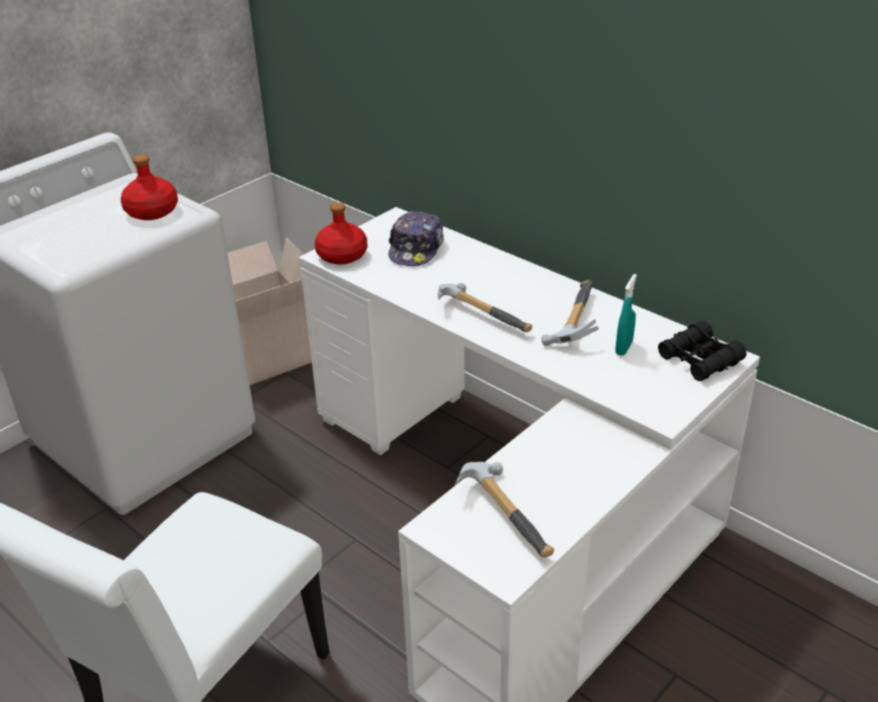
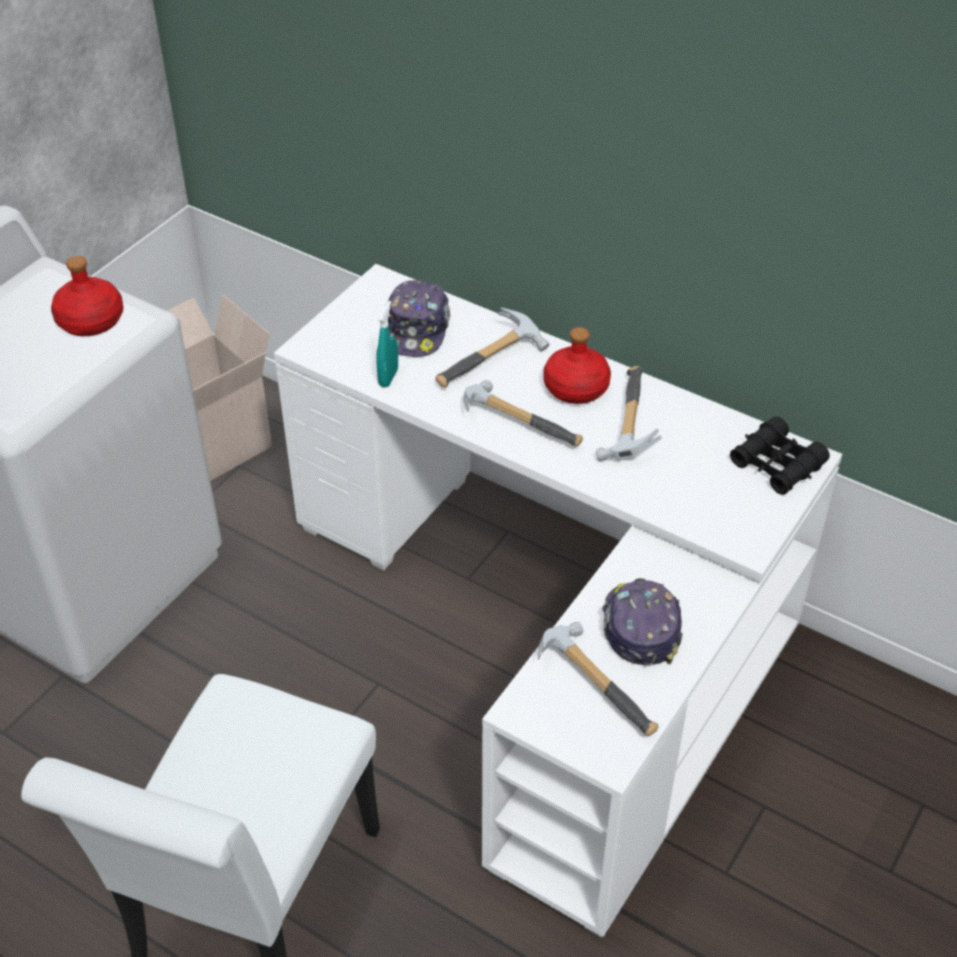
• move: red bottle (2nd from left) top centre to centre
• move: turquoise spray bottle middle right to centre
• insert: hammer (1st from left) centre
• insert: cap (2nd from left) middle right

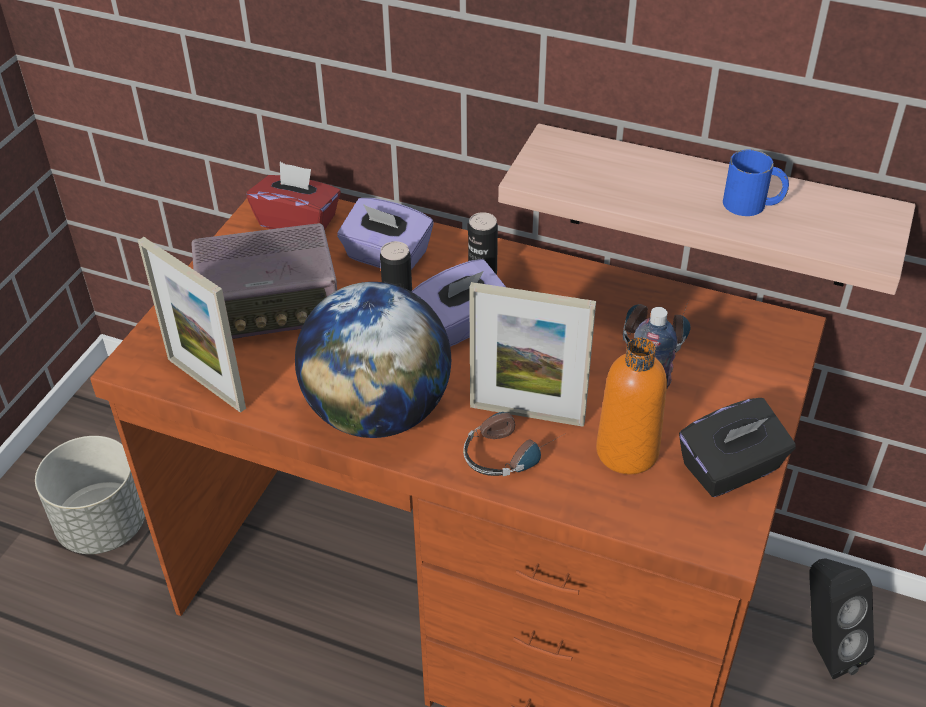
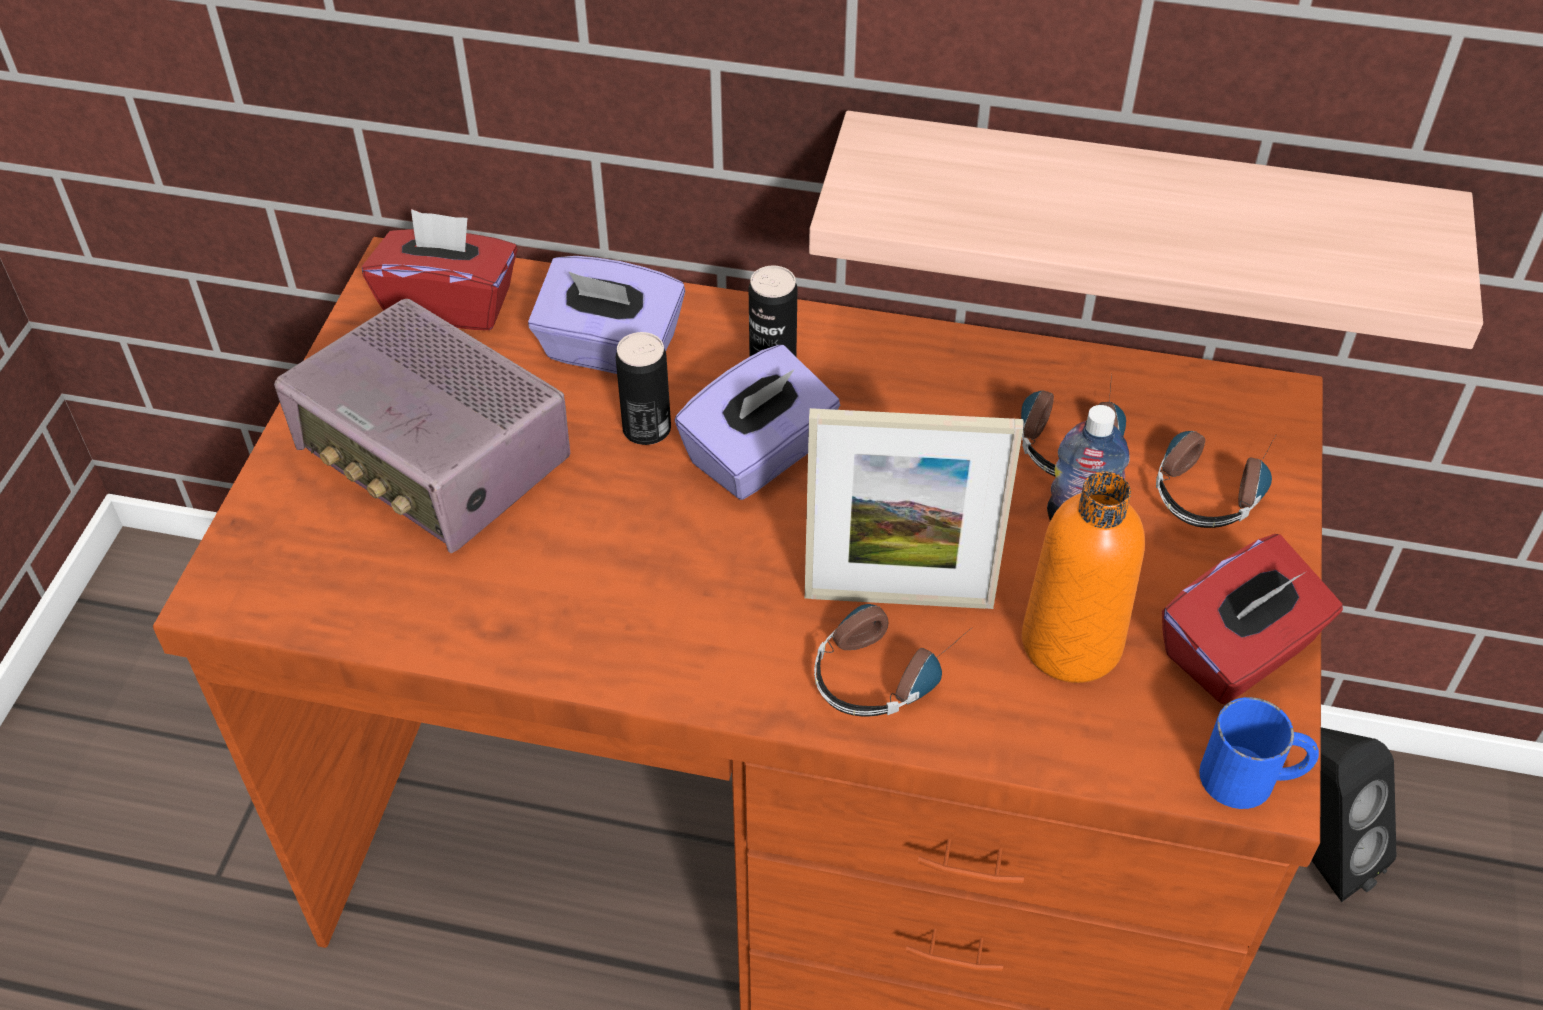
• move: blue mug top right to bottom right
• rotate: radio middle left = middle left 60 degrees clockwise
• delete: picture frame (1st from left) middle left
• delete: globe centre
• recolor: black tissue box middle right to red tissue box (2nd from left) middle right
• delete: grey planter bottom left
• insert: headphones (3rd from left) middle right

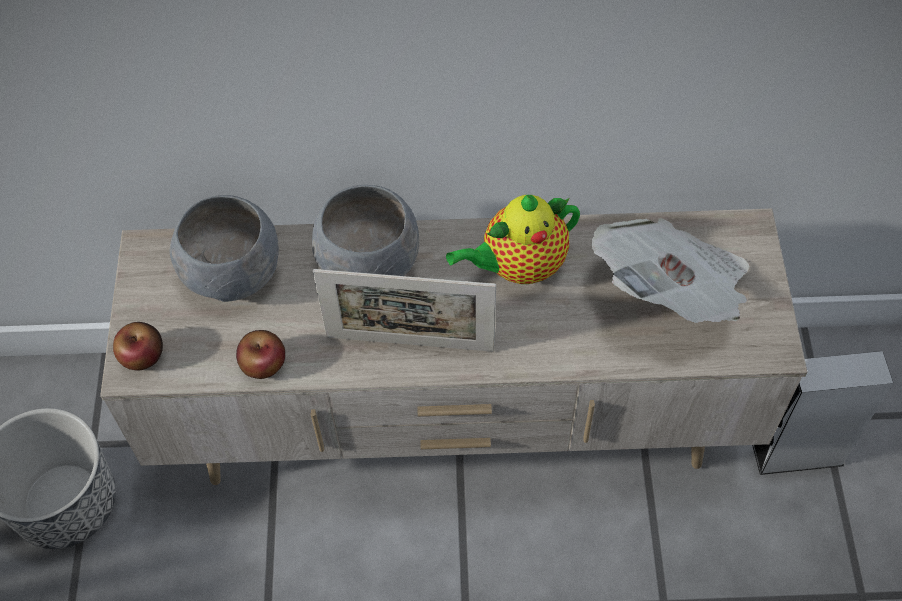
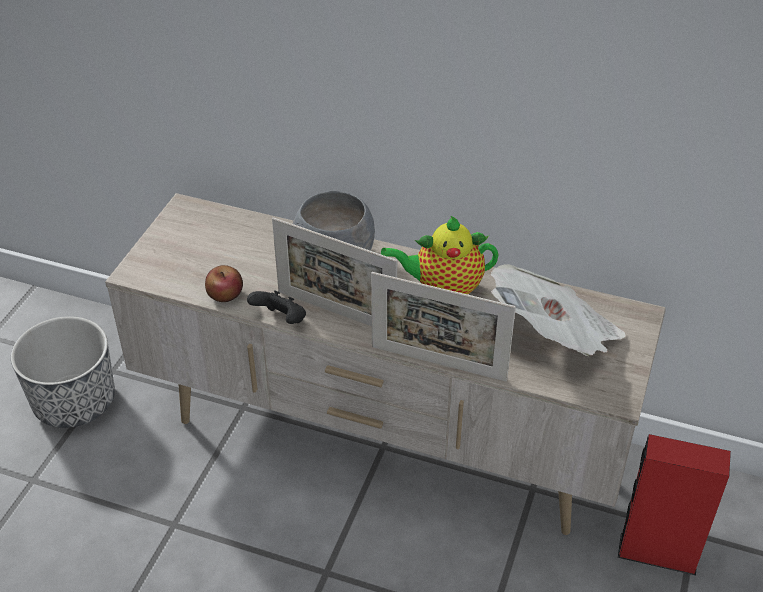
• delete: grey bowl (1st from left) middle left
• delete: apple (1st from left) middle left
• recolor: grey speaker bottom right to red speaker bottom right
• insert: picture frame (2nd from left) centre
• insert: black game controller centre

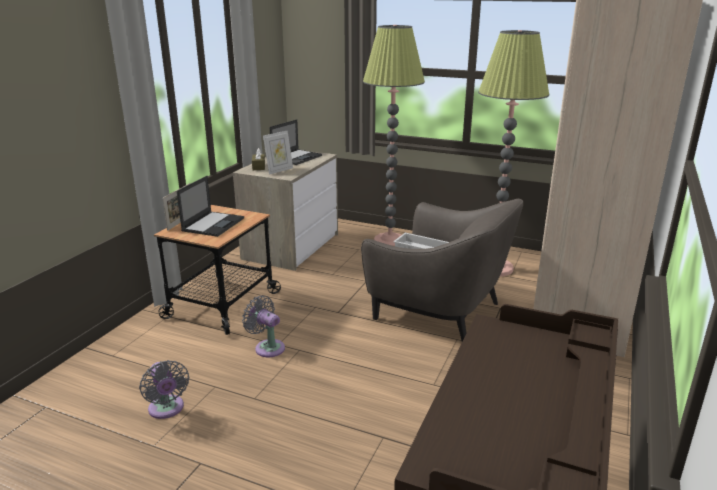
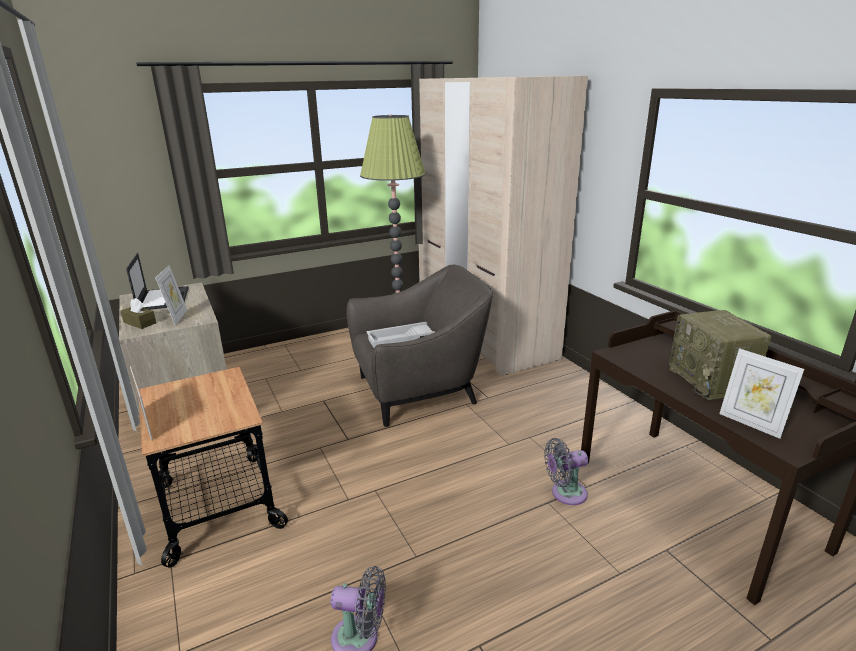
• delete: floor lamp (1st from left) top centre
• delete: laptop (1st from left) middle left
• move: grey fan (2nd from left) centre to bottom centre
• insert: radio middle right
• insert: picture frame (3rd from left) middle right

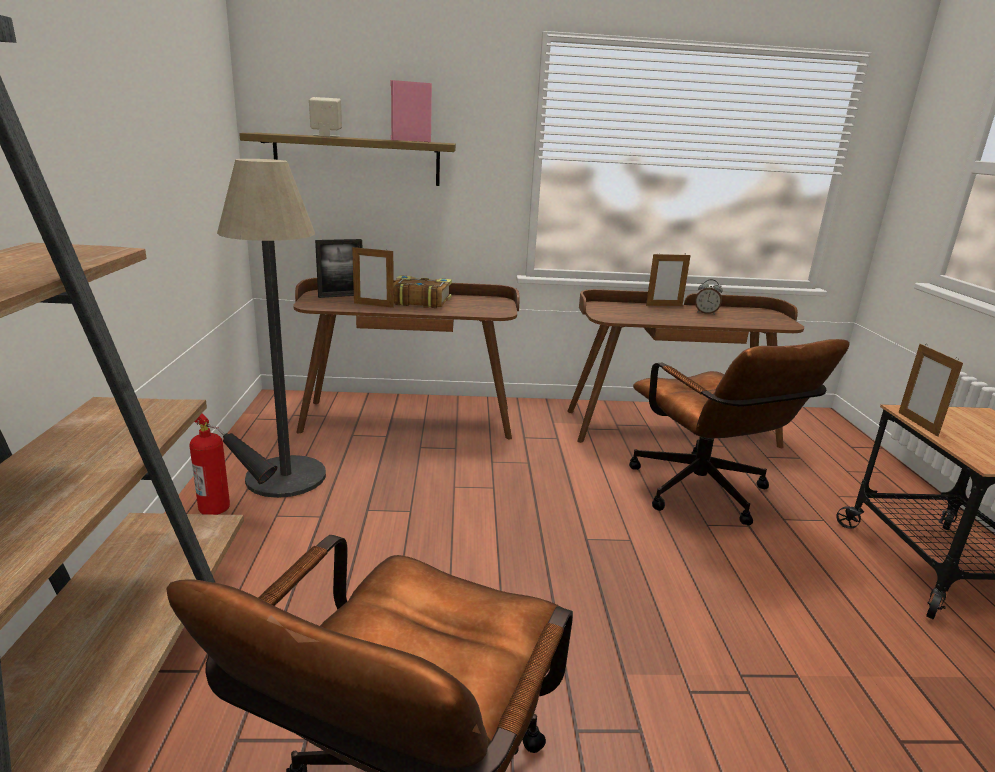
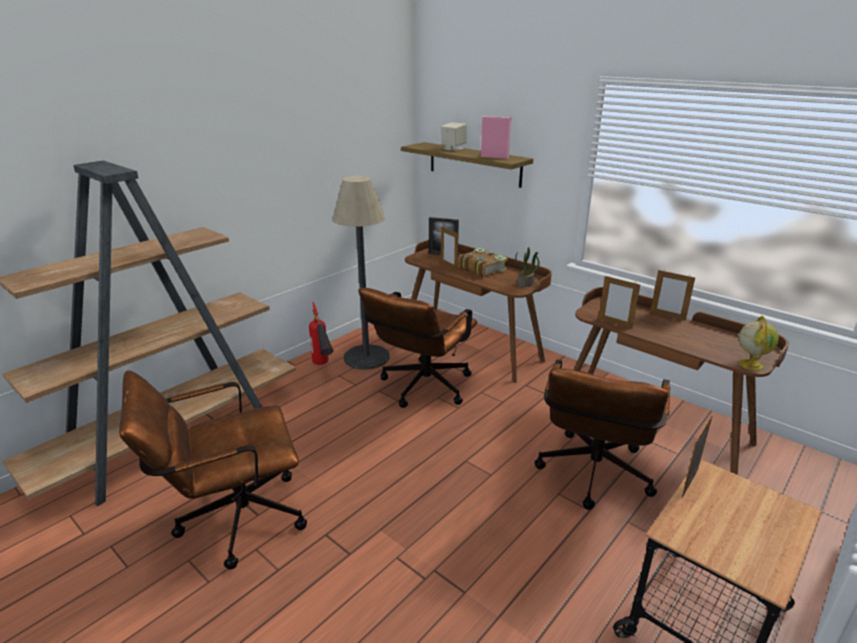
• delete: alarm clock middle right
• insert: potted plant centre
• insert: picture frame (3rd from left) middle right
• insert: brown office chair (2nd from left) centre
• insert: globe middle right

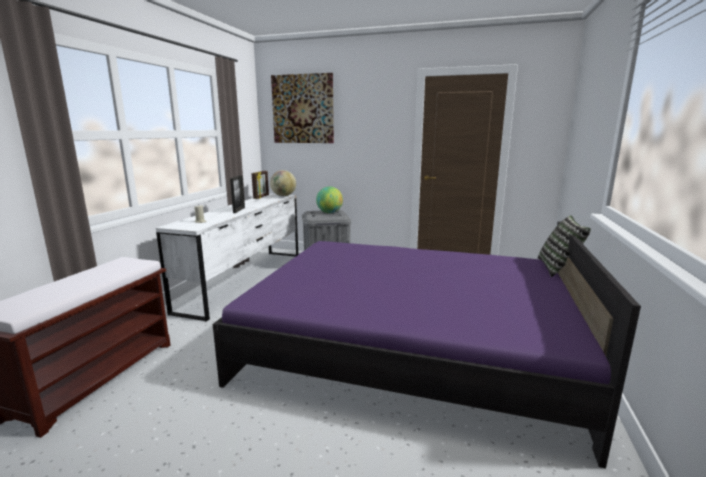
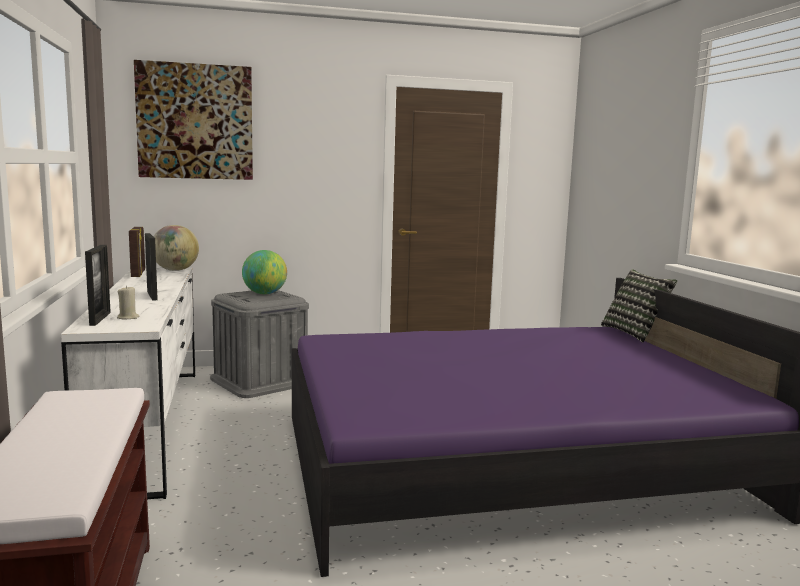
• insert: picture frame (1st from left) middle left

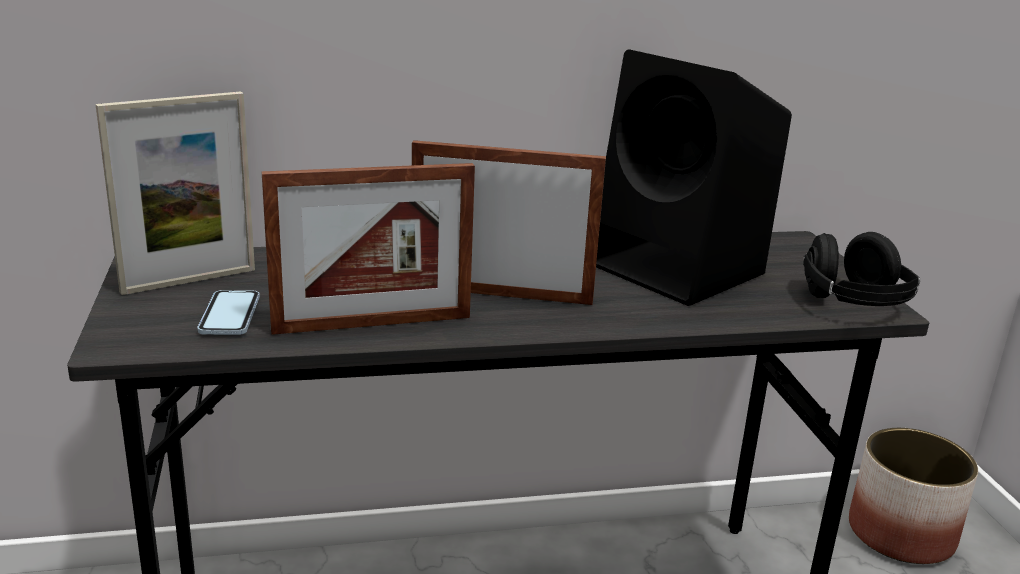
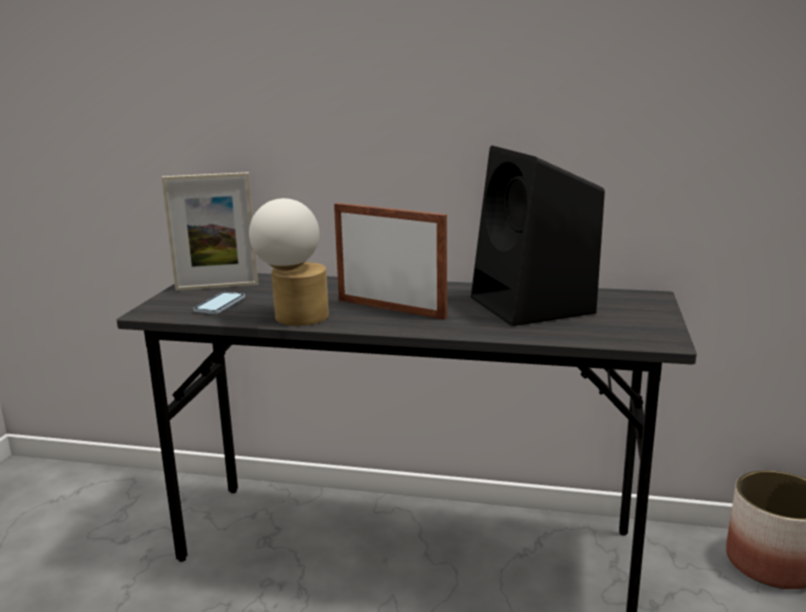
• replace: picture frame (2nd from left) centre to table lamp centre
• delete: black headphones middle right

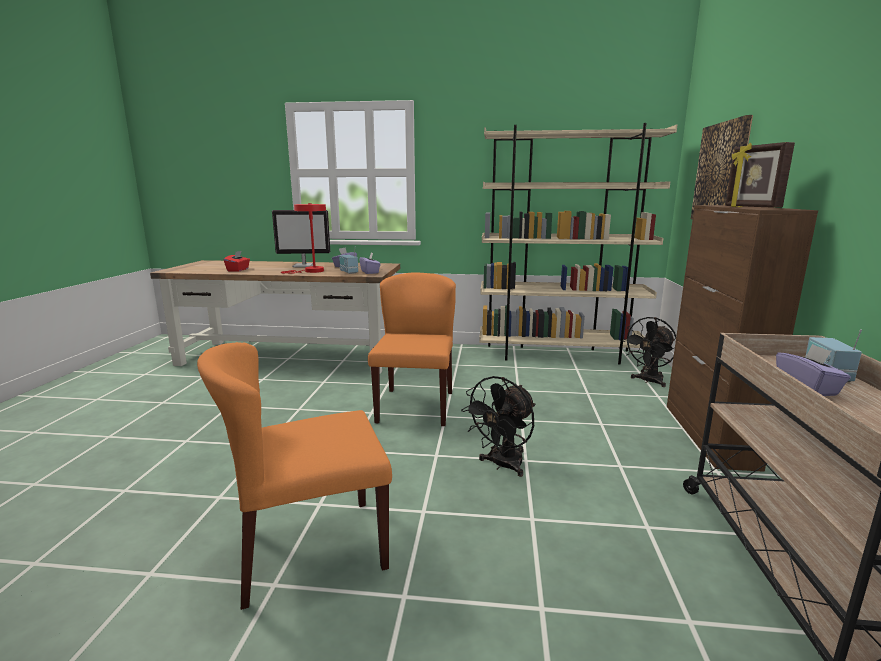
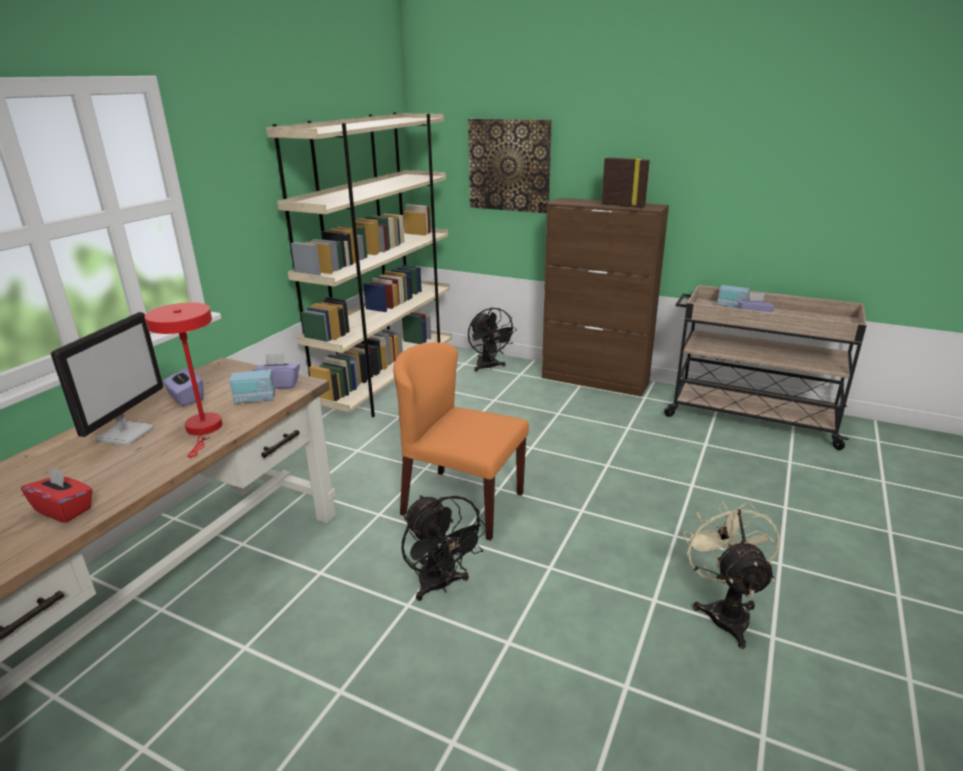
• rotate: picture frame top right = top centre 150 degrees counterclockwise
• replace: orange chair (1st from left) bottom centre to beige fan bottom right
• move: black fan (1st from left) centre to bottom centre

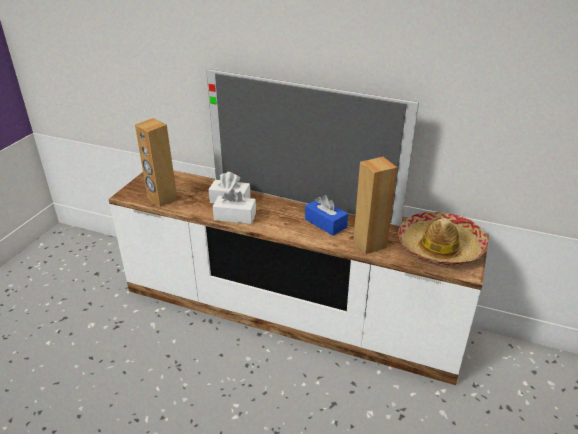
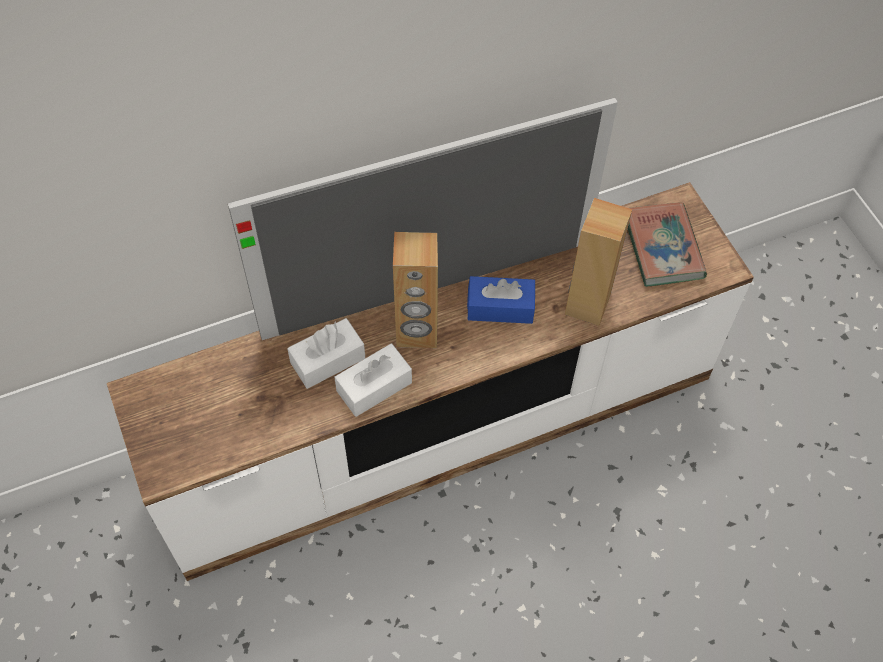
• move: brown speaker (1st from left) middle left to centre
• replace: hat middle right to book middle right

